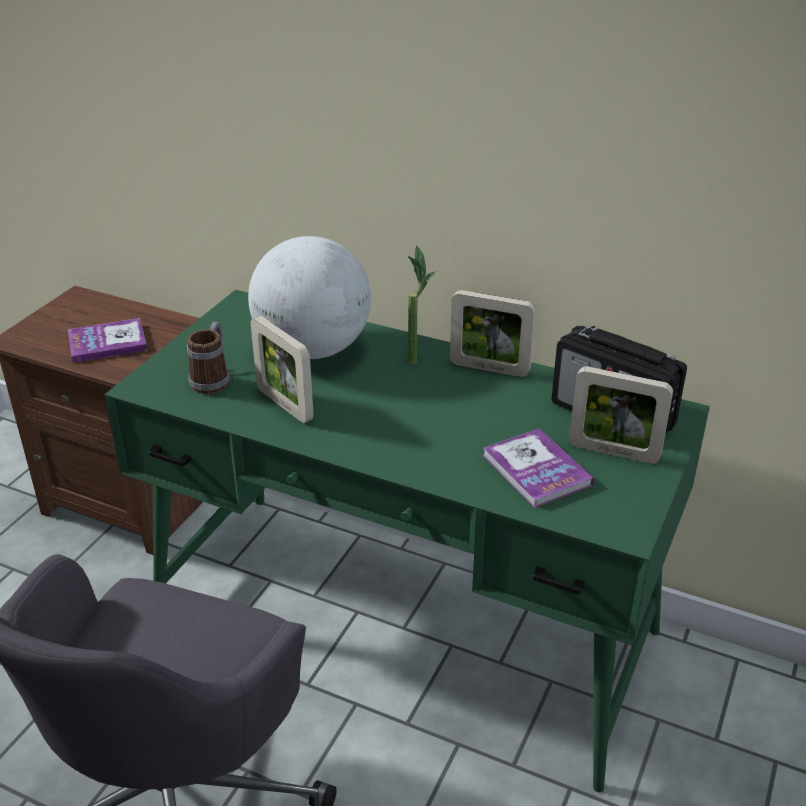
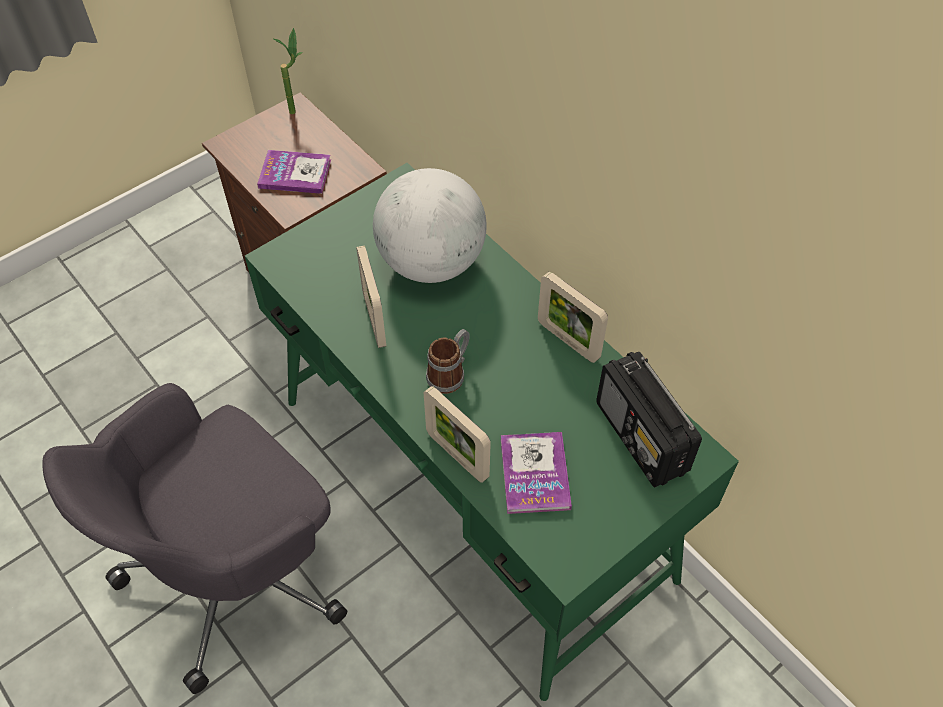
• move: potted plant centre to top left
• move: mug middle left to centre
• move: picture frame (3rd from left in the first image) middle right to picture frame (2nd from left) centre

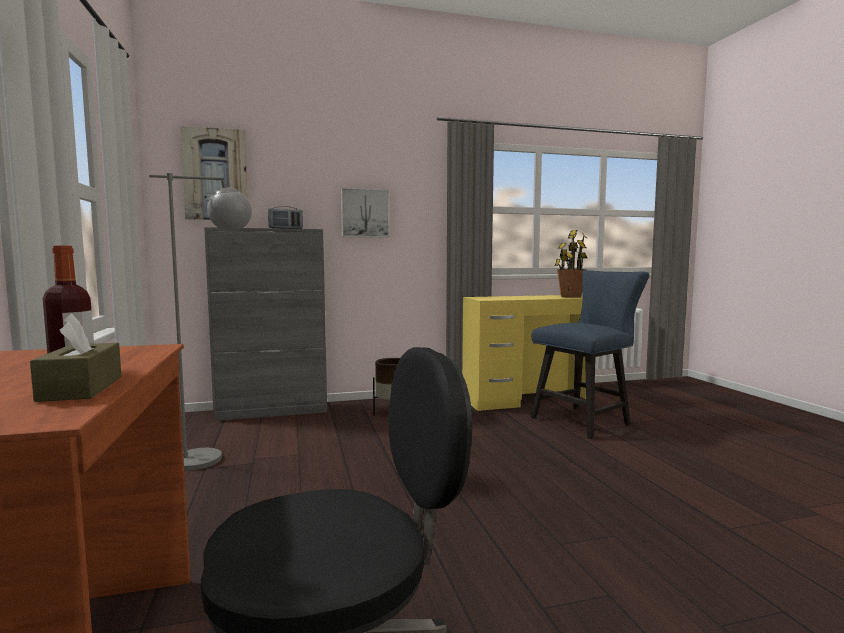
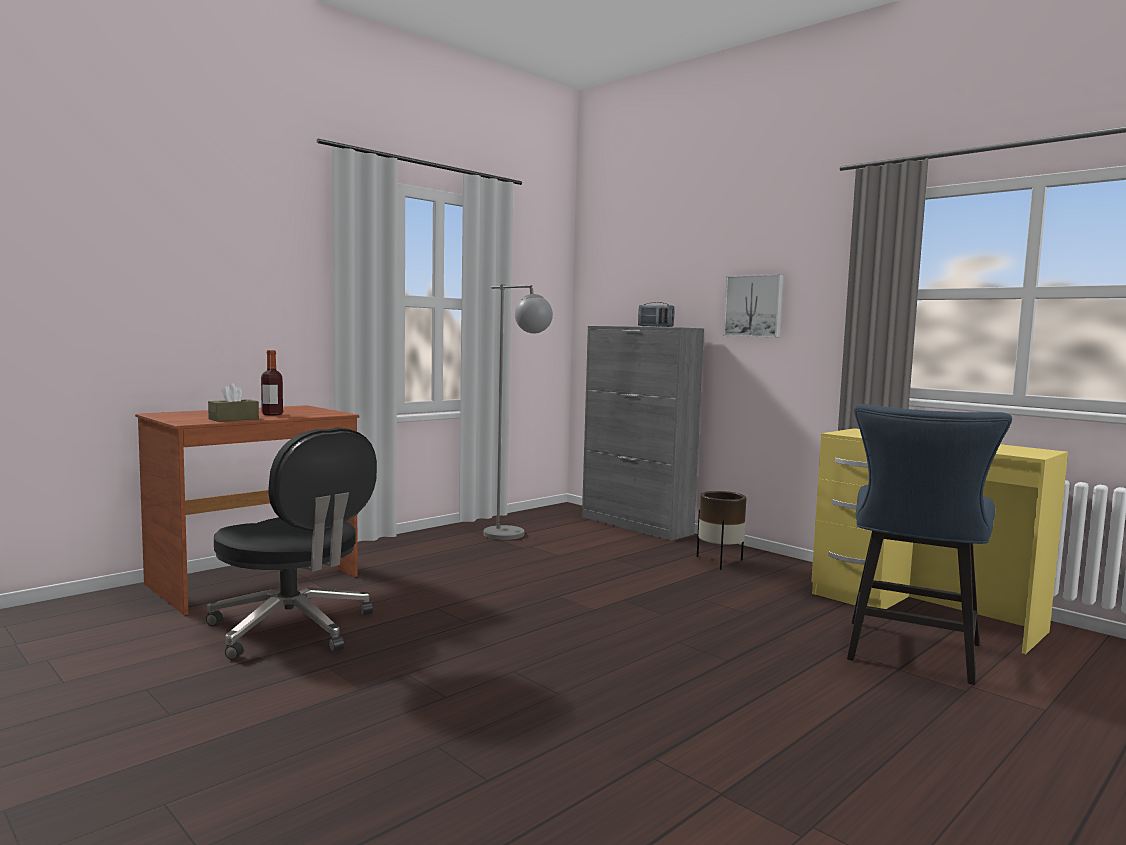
• delete: picture (1st from left) top left
• delete: potted plant middle right
• rotate: blue chair middle right = middle right 90 degrees clockwise

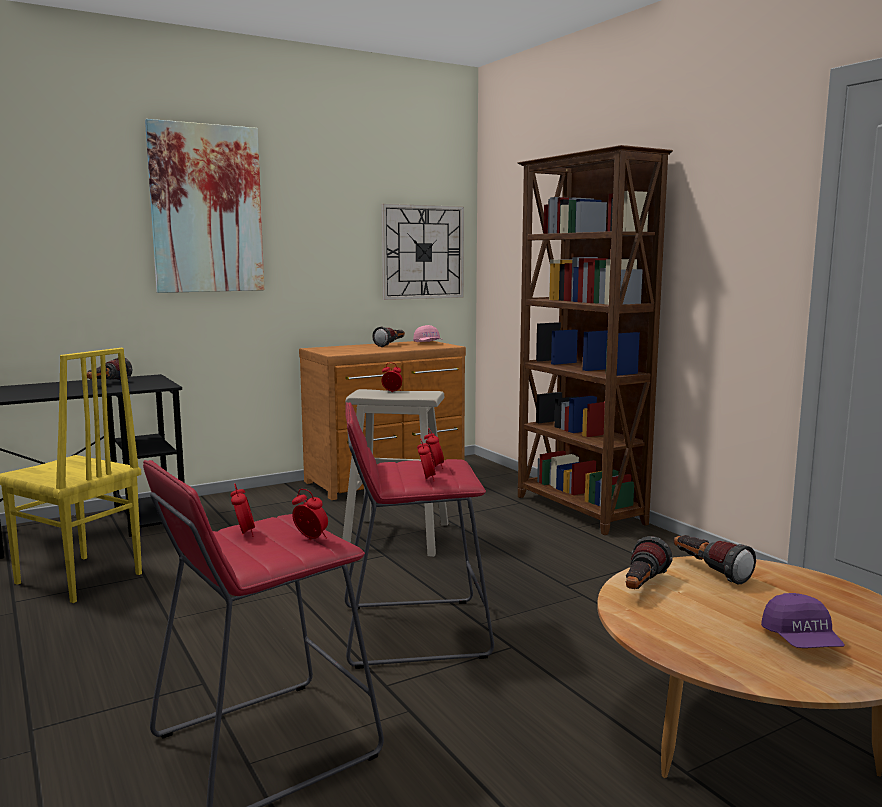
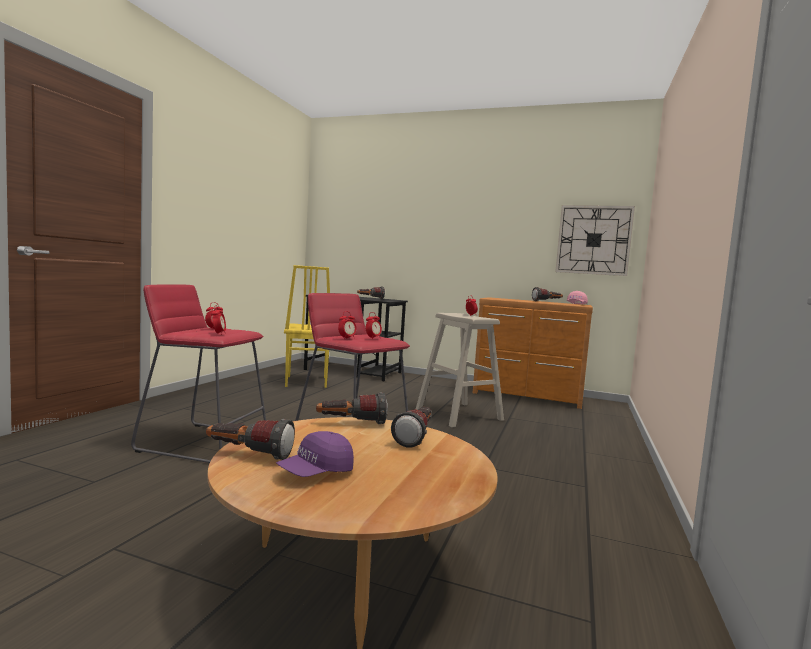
• delete: picture top left
• delete: brown bookcase middle right
• insert: flashlight (1st from left) bottom left

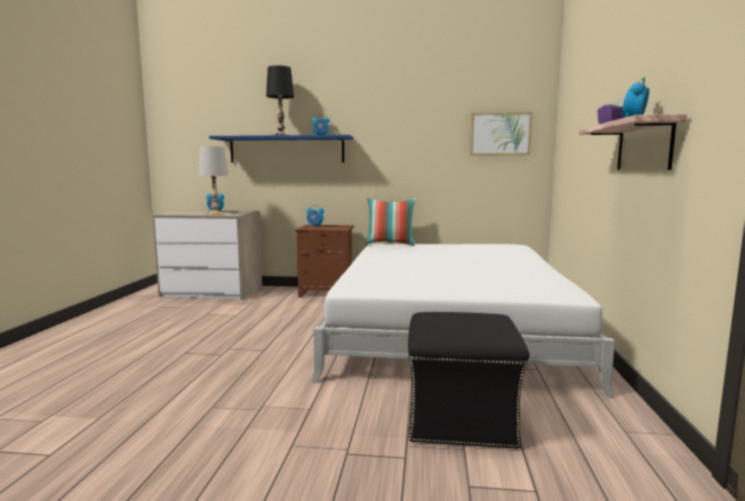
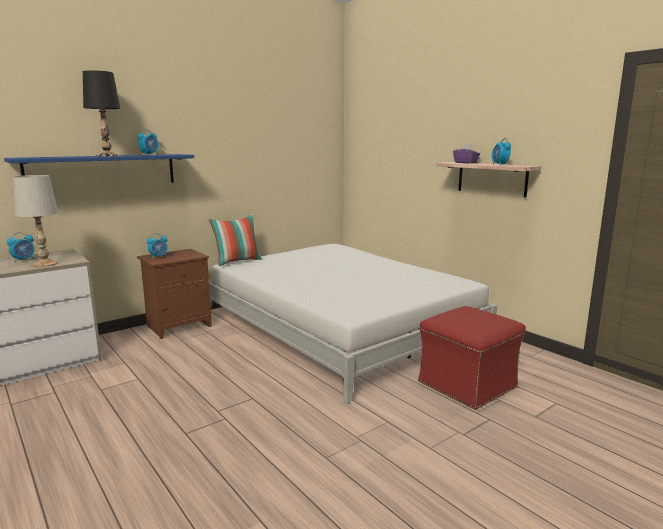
• delete: picture top right
• recolor: black ottoman bottom centre to red ottoman bottom right

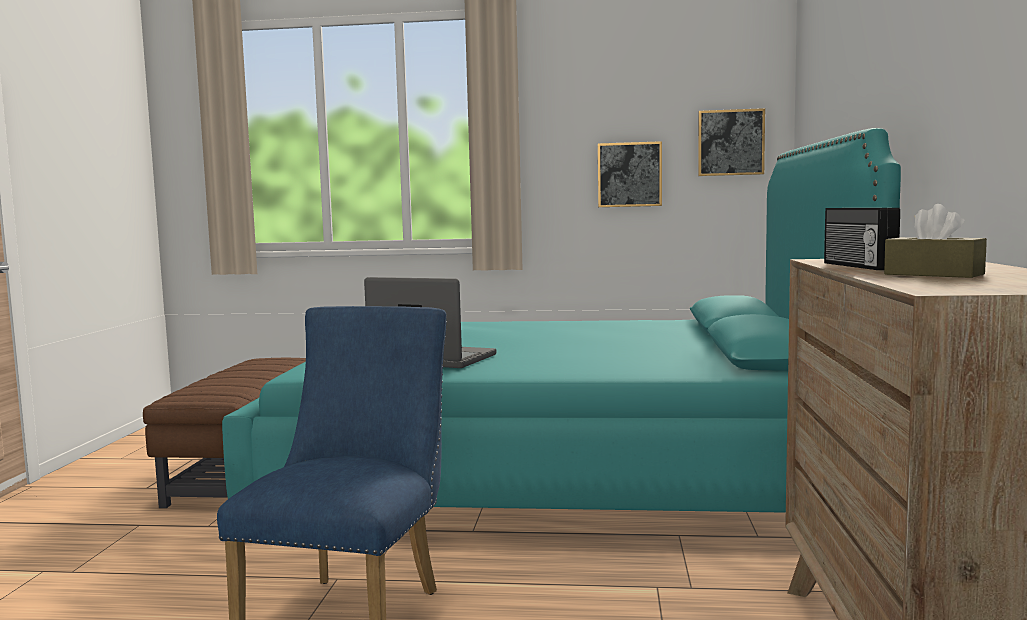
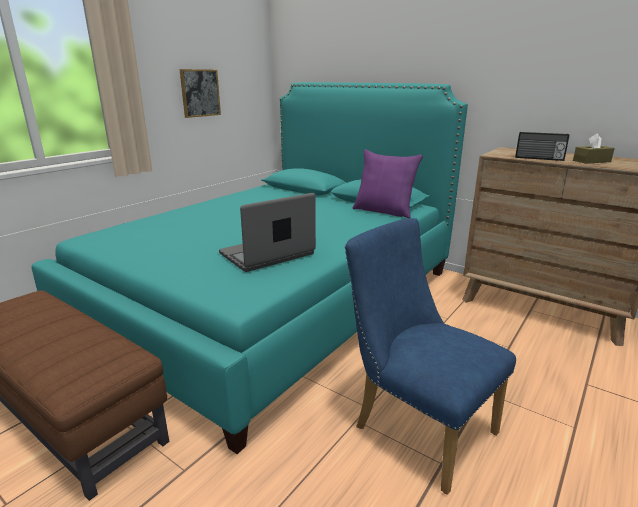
• delete: picture (2nd from left) top right
• insert: purple pillow centre

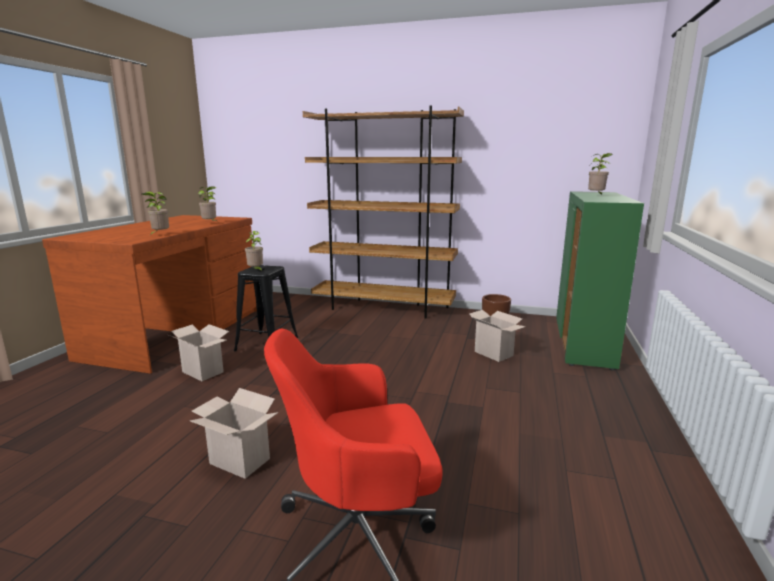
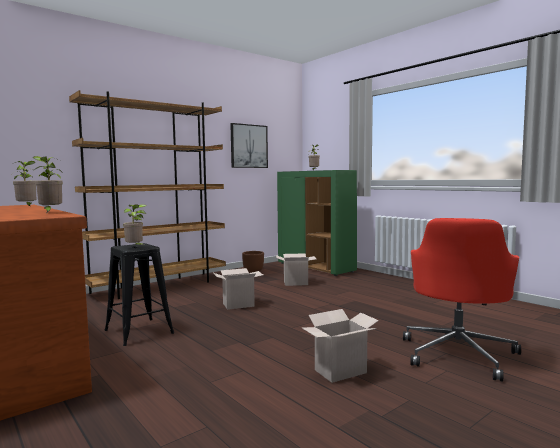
• move: cardboard box (1st from left) middle left to centre
• insert: picture top centre

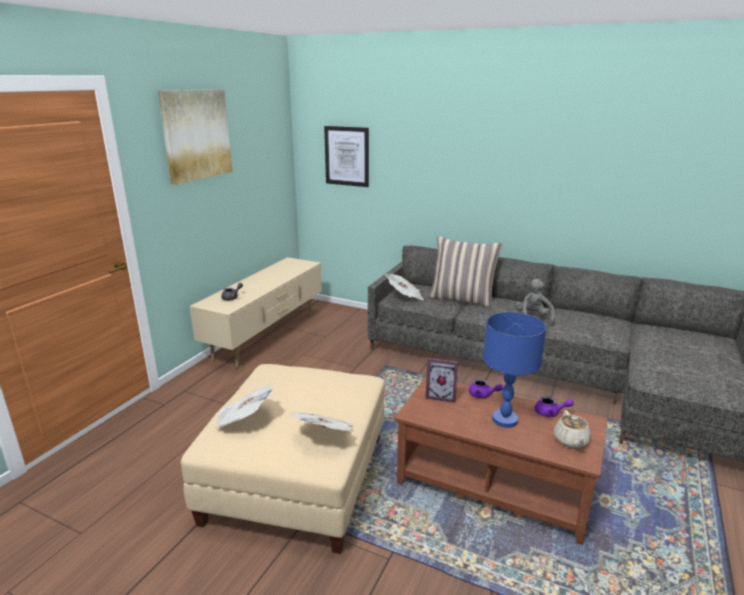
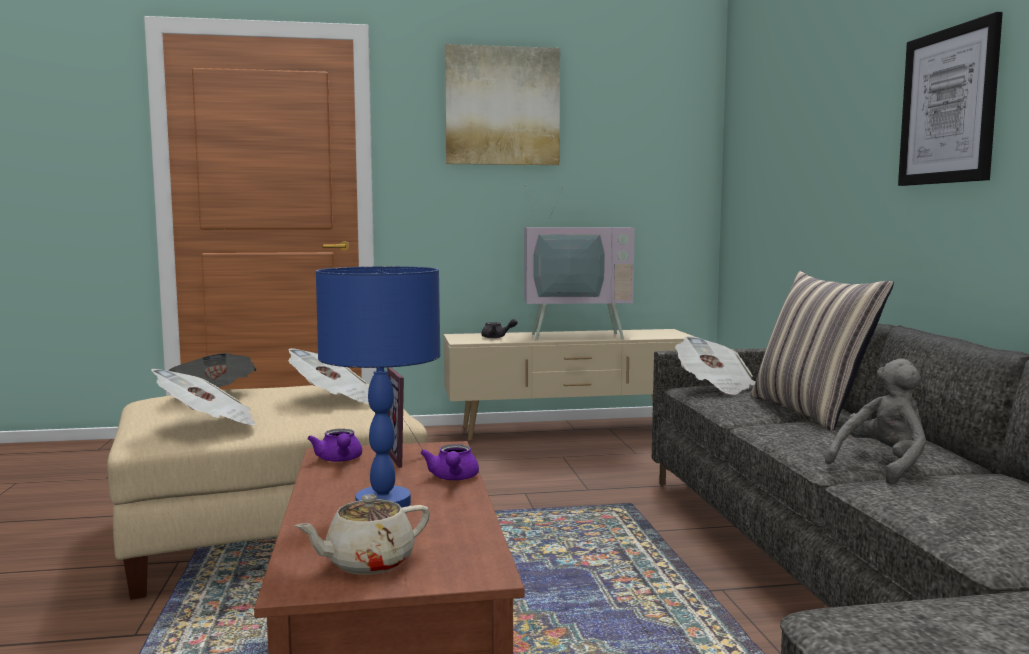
• move: picture (2nd from left) top centre to top right
• move: purple teapot (2nd from left in the first image) bottom right to purple teapot (1st from left) bottom left
• insert: television centre
• insert: newspaper (3rd from left) middle left

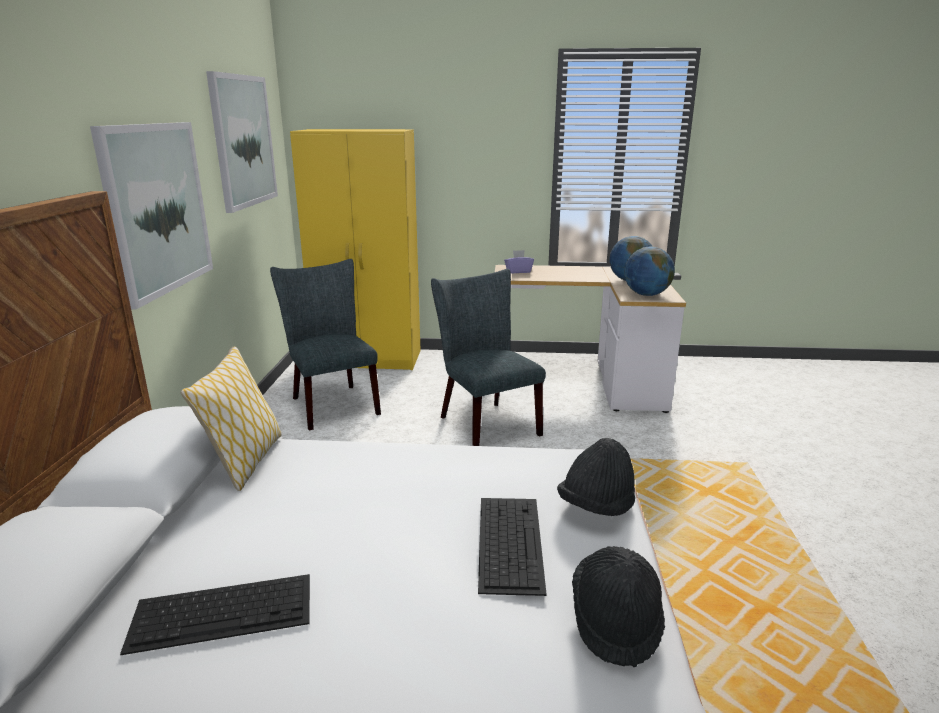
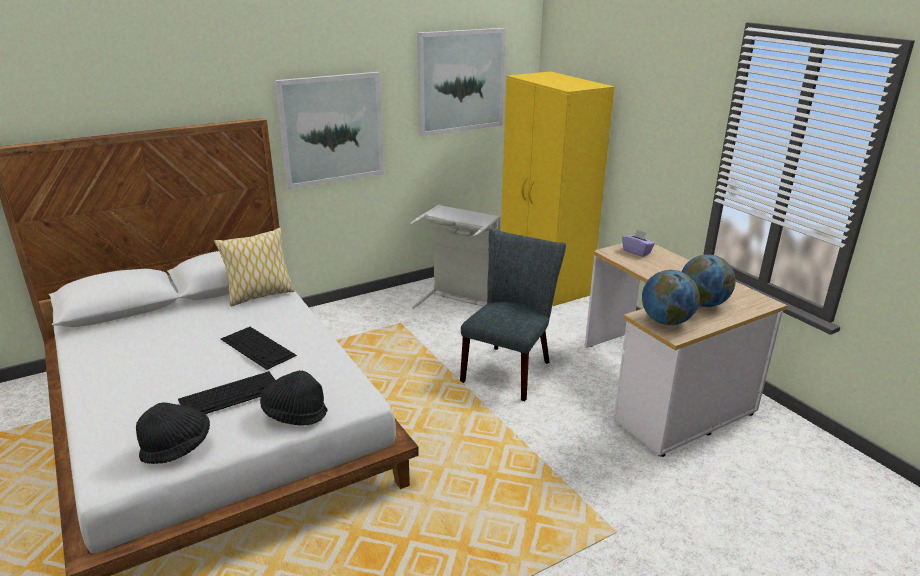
• replace: grey chair (1st from left) centre to grey laundry basket centre
• move: keyboard (1st from left in the first image) bottom left to keyboard (2nd from left) middle left

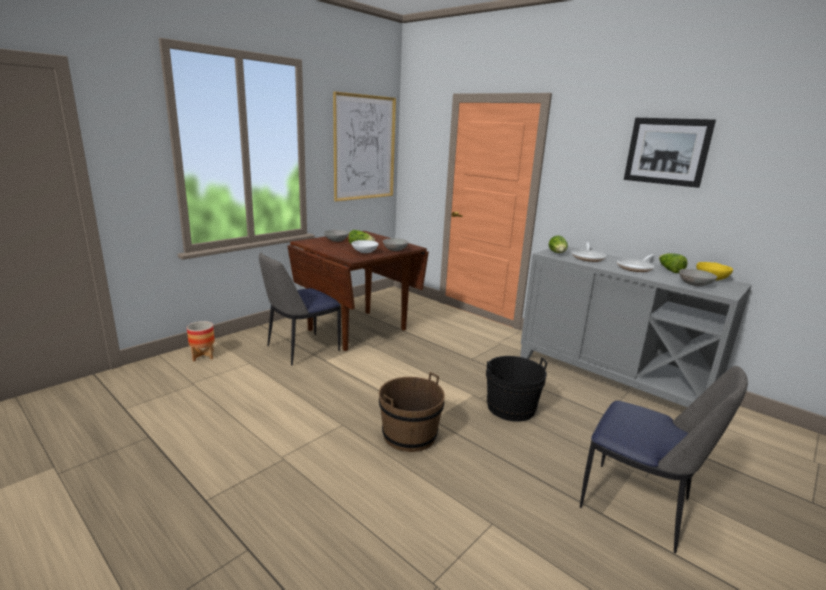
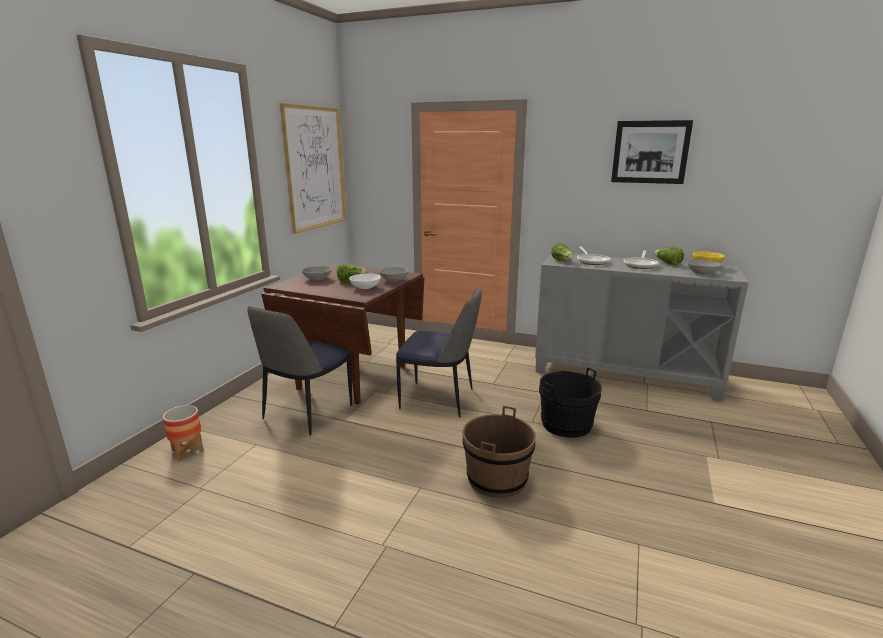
• move: chair (2nd from left) bottom right to centre

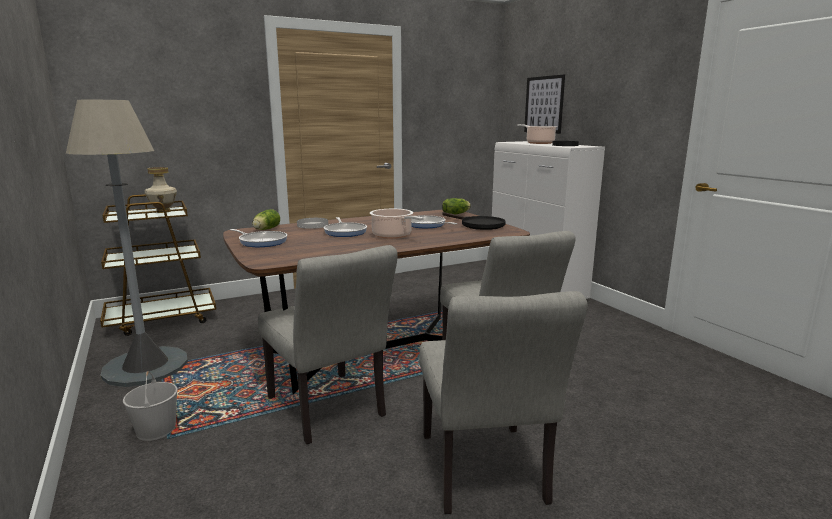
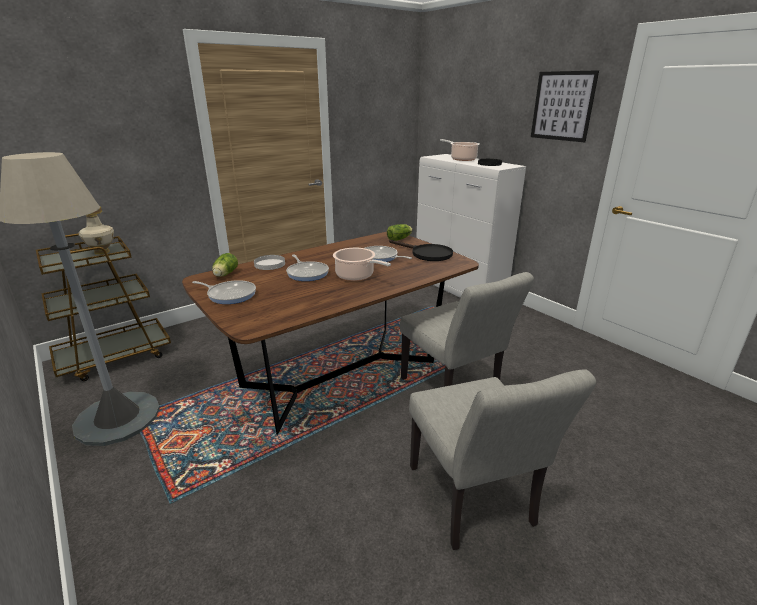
• move: picture top centre to top right
• delete: grey chair (1st from left) centre
• delete: white bucket bottom left

